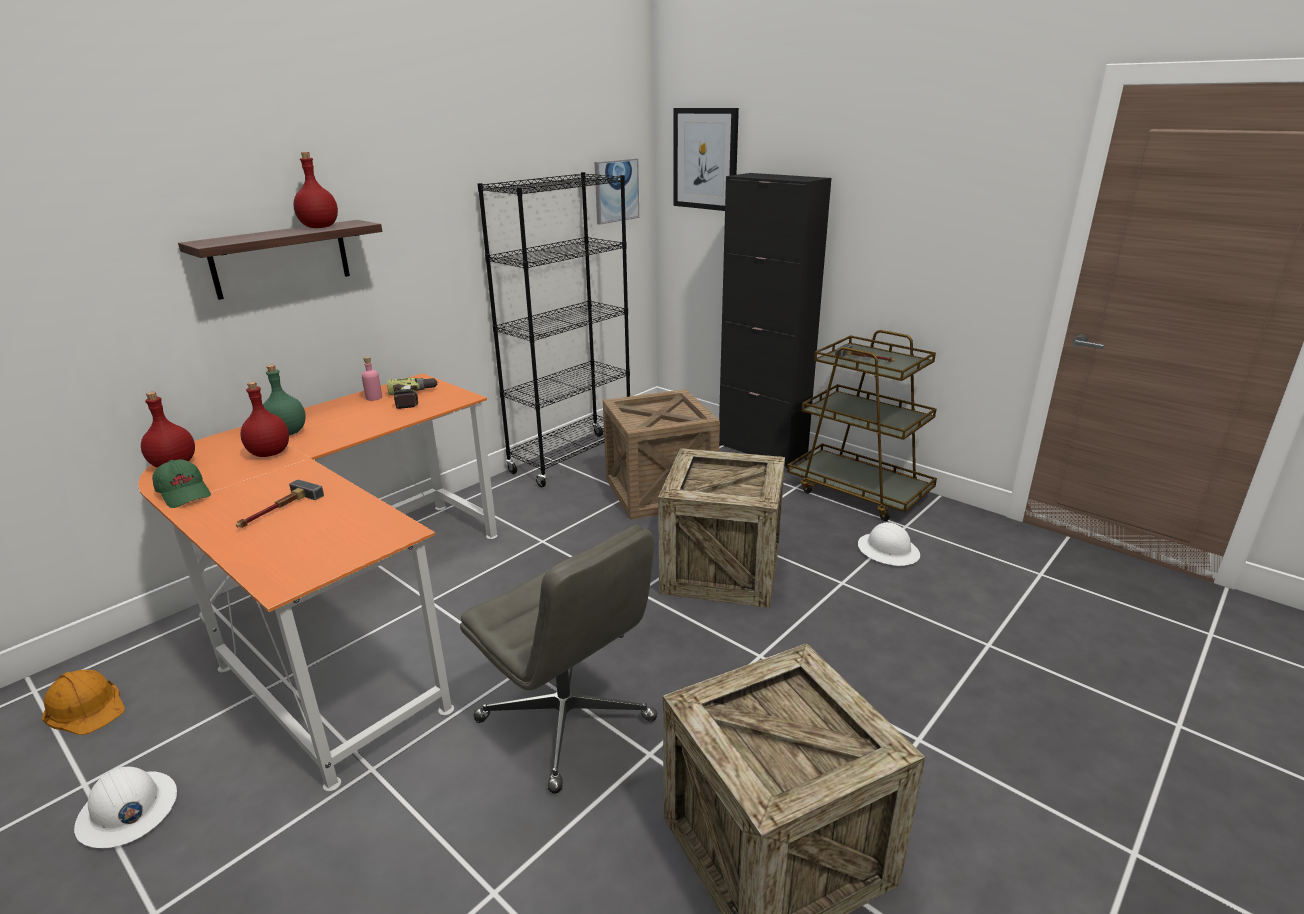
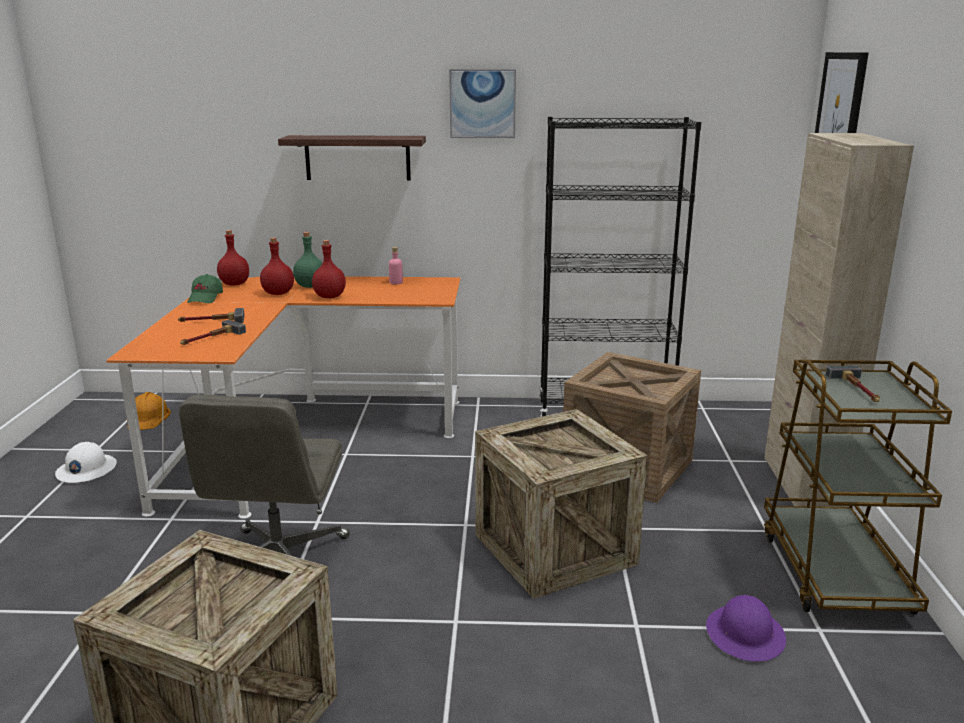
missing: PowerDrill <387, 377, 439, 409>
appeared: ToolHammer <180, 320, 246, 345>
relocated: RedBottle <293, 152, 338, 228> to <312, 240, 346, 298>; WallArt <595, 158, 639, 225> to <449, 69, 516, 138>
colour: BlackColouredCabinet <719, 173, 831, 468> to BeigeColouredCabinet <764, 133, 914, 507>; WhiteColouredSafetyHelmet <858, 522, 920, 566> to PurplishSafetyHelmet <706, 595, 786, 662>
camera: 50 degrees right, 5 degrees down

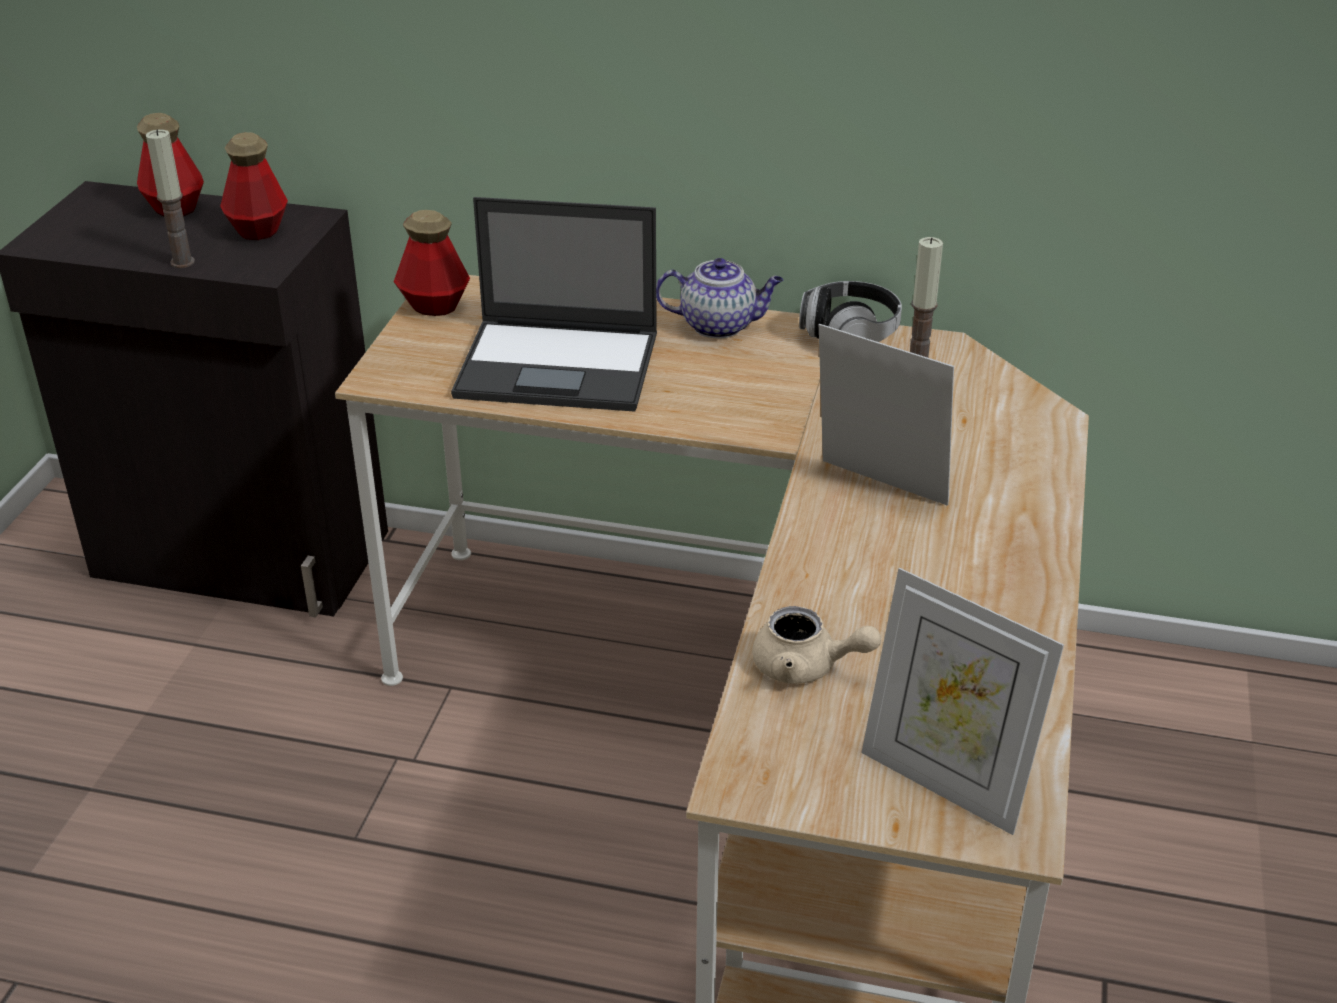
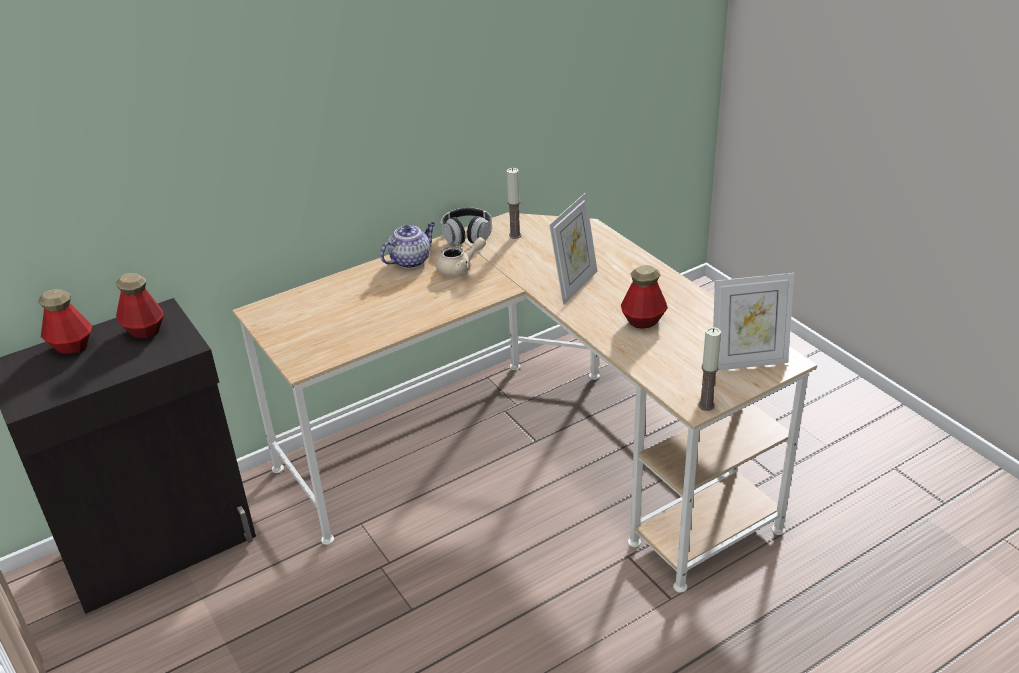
missing: NotebookComputer <451, 197, 657, 411>
relocated: WaxCandle <146, 129, 195, 268> to <698, 327, 721, 411>; Bottle <394, 210, 470, 316> to <621, 265, 668, 329>; BeigeColouredTeapot <752, 606, 881, 684> to <436, 237, 486, 276>
spun: PictureFrame <819, 324, 954, 506> = <549, 193, 597, 305> 135 degrees clockwise
camera: 45 degrees left, 0 degrees up

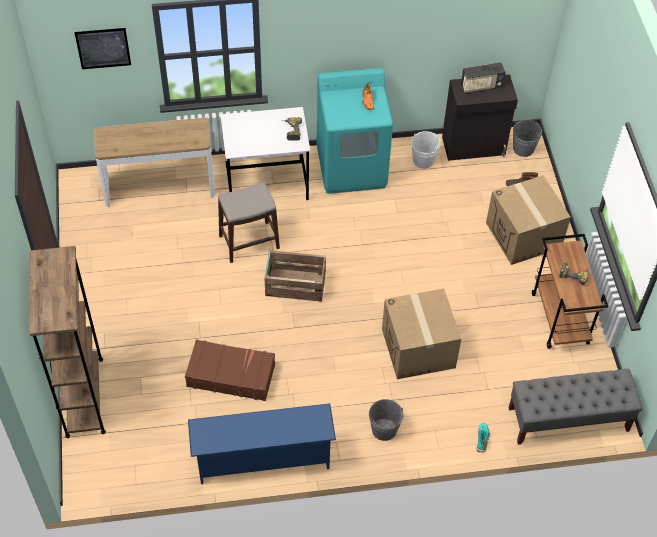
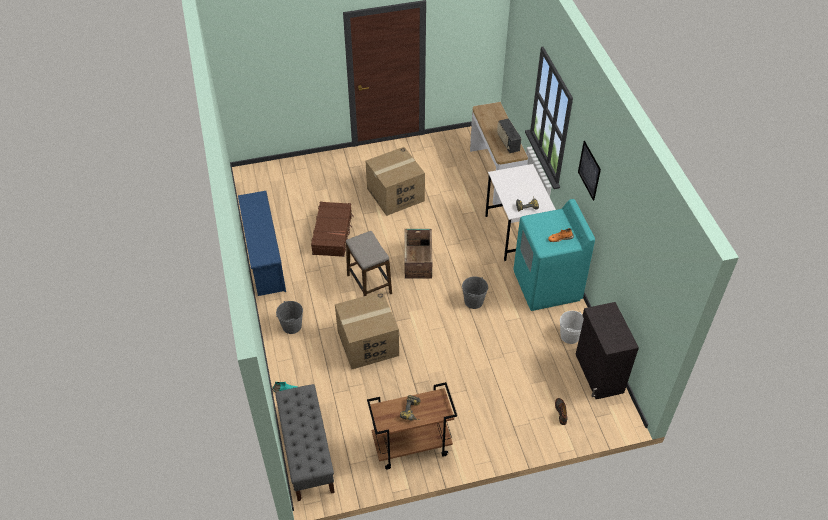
missing: BrownShelvingUnit <29, 246, 106, 438>
relocated: WallArt <75, 28, 131, 69> to <578, 141, 601, 201>; Stool <218, 182, 280, 263> to <346, 231, 392, 296>; Radio <461, 62, 506, 93> to <497, 118, 521, 153>; PackingBox <486, 175, 571, 265> to <366, 147, 425, 216>; GreyWaterBucket <513, 120, 542, 157> to <462, 276, 488, 309>
camera: 85 degrees right, 5 degrees down

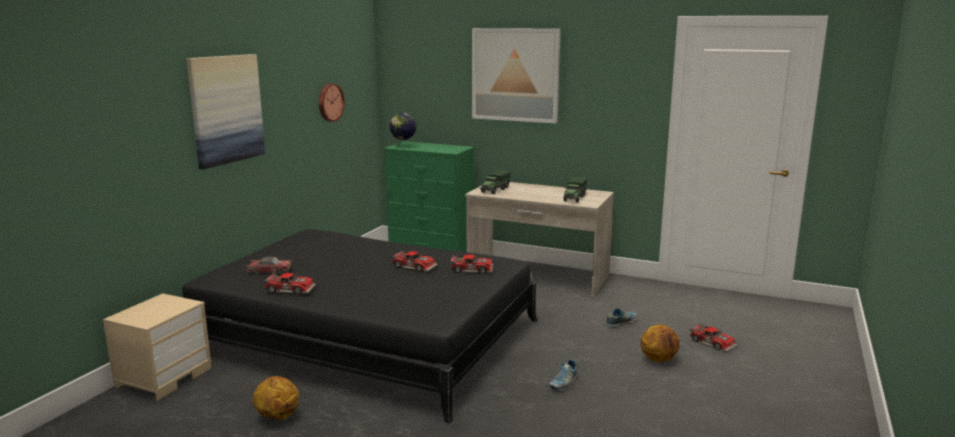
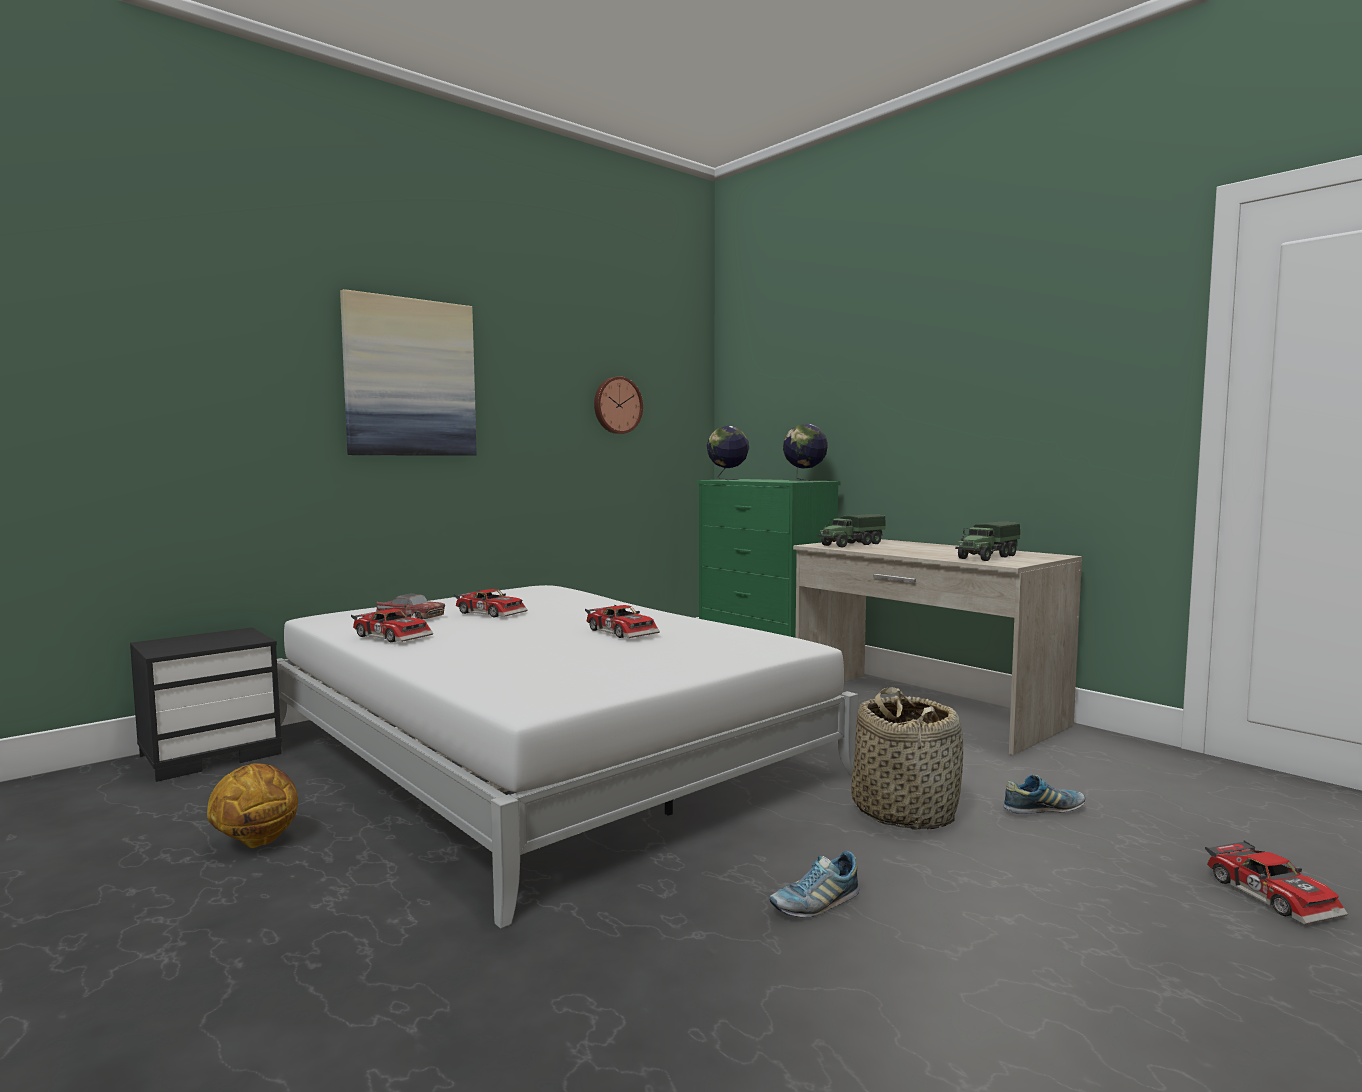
missing: WallArt <472, 28, 561, 123>; BasketballBall <641, 324, 680, 362>
appeared: WorldGlobe <783, 424, 828, 481>; StorageBasket <851, 687, 963, 830>
relocated: MiniatureCar <450, 254, 493, 274> to <454, 589, 528, 617>
colour: BeigeColouredNightTable <103, 293, 211, 401> to BlackColouredNightTable <130, 628, 282, 782>; BlackColouredBed <182, 229, 537, 424> to WhiteColouredBed <277, 585, 858, 929>
camera: 25 degrees right, 10 degrees down

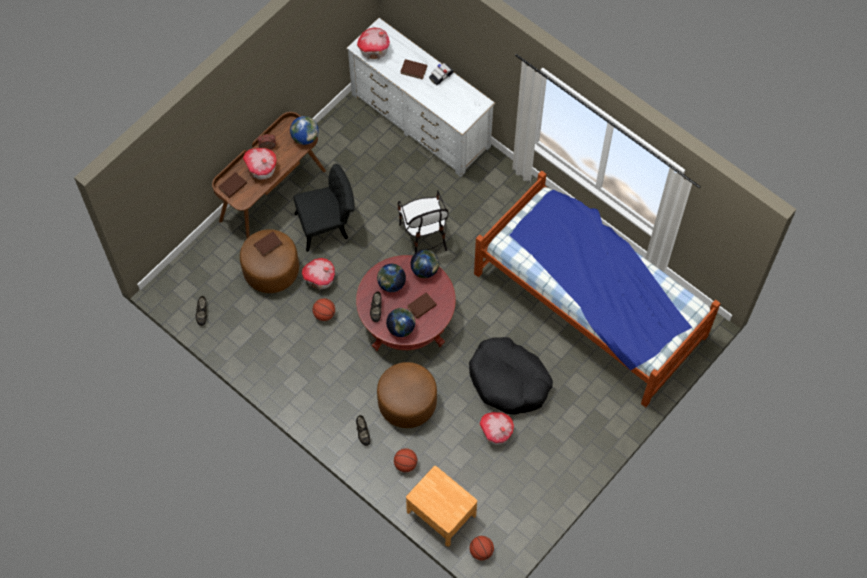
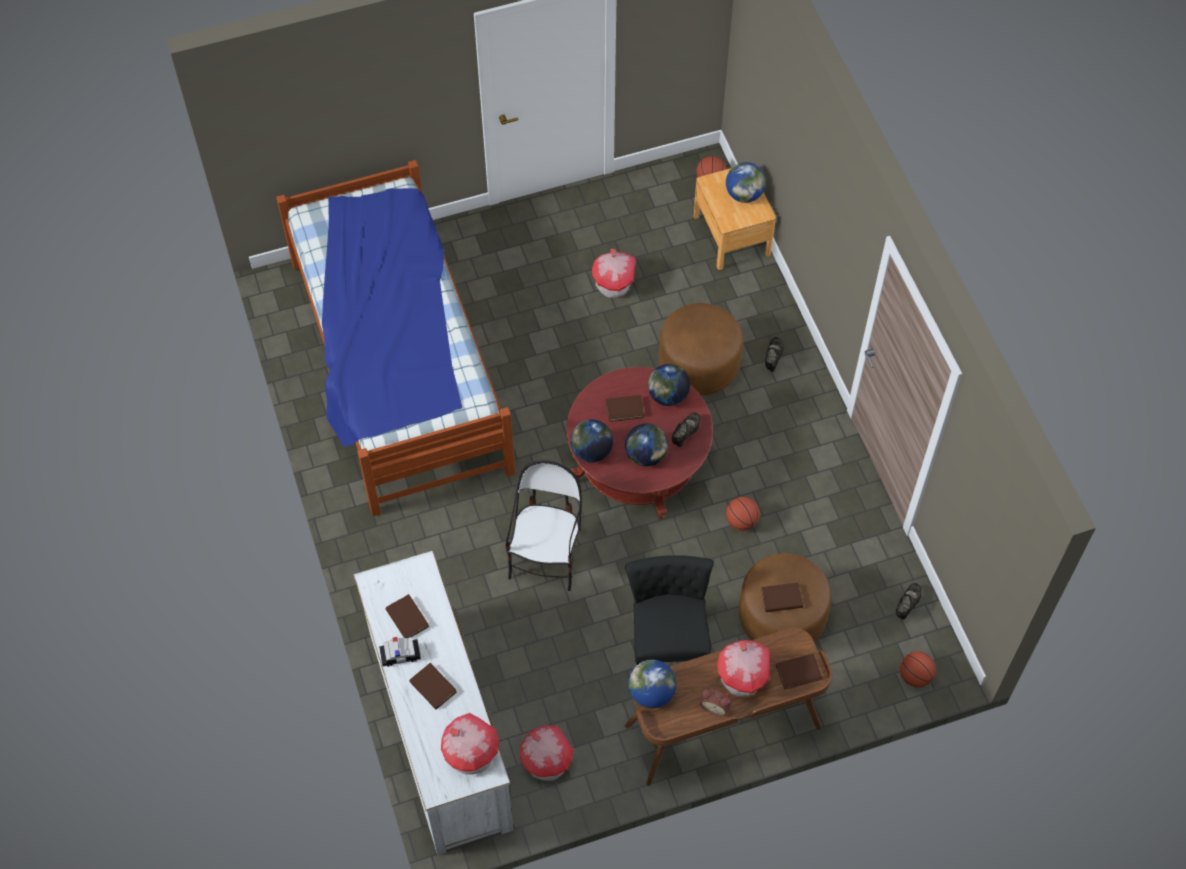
missing: BlackColouredPetBed <469, 337, 553, 415>
appeared: BrownVolume <386, 594, 429, 638>; WorldGlobe <726, 162, 766, 203>
relocated: ToyHouse <302, 258, 335, 290> to <520, 725, 574, 781>; BasketballBall <394, 448, 417, 472> to <900, 651, 936, 687>
spun: BlackColouredUprightChair <294, 164, 355, 252> = <625, 555, 714, 665> 75 degrees clockwise
camera: 150 degrees left, 5 degrees down

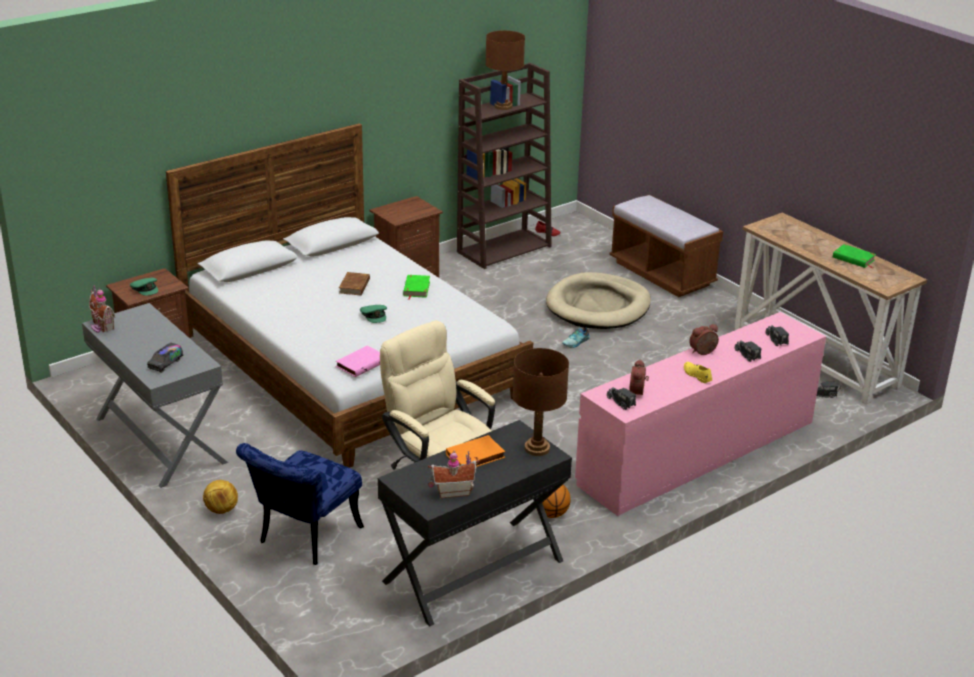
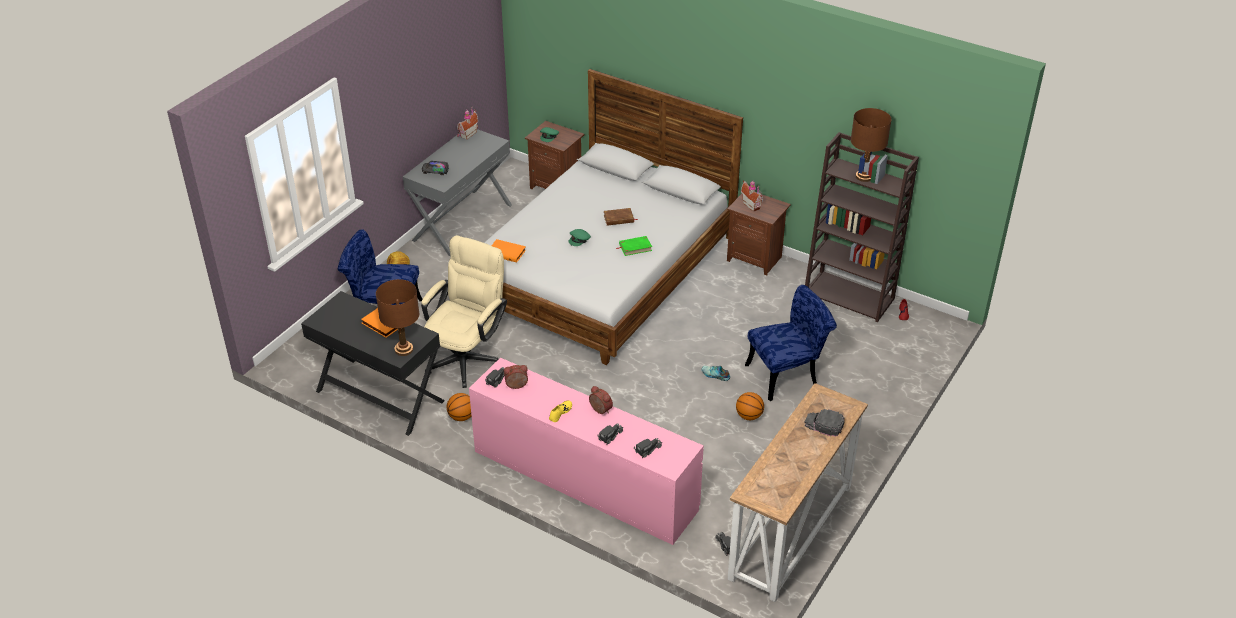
missing: BrownBench <609, 195, 723, 297>; GreenishVolume <833, 244, 876, 268>
appeared: BasketballBall <736, 392, 764, 420>; BlackColouredCap <804, 409, 844, 437>
relocated: ToyHouse <428, 450, 479, 498> to <741, 180, 763, 212>
exchanged: BeigeColouredPetBed <546, 272, 651, 329> to BluishUprightChair <745, 285, 837, 401>
colour: PinkVolume <336, 345, 380, 377> to OrangeColouredVolume <492, 239, 526, 262>
camera: 70 degrees right, 10 degrees up

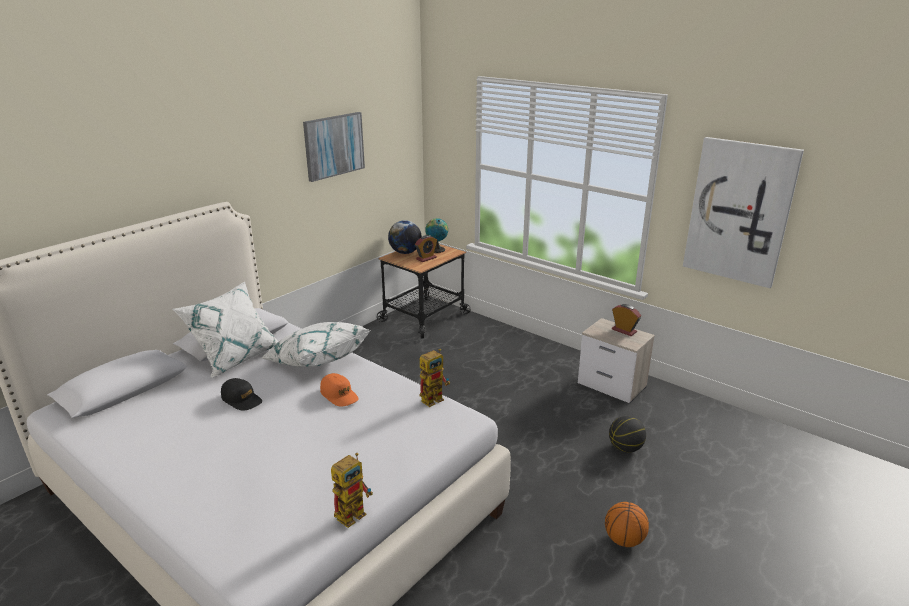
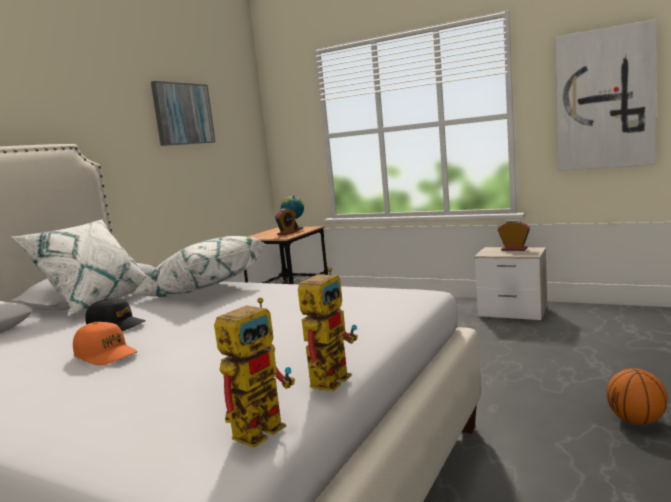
missing: WorldGlobe <388, 220, 422, 254>; BasketballBall <609, 416, 646, 453>
relocated: OrangeColouredCap <320, 373, 359, 406> to <73, 322, 138, 365>; RobotFigure <420, 349, 450, 407> to <214, 297, 295, 447>
camera: 10 degrees left, 15 degrees down

